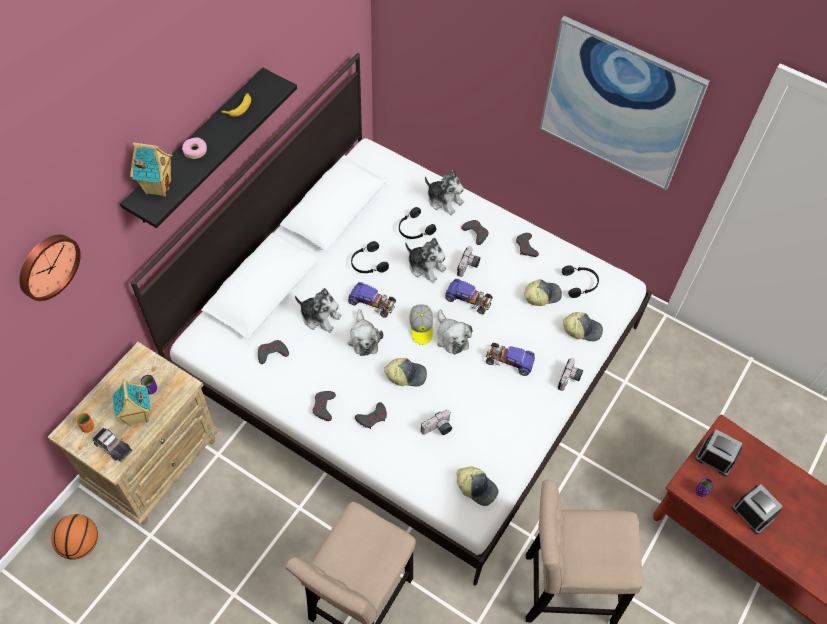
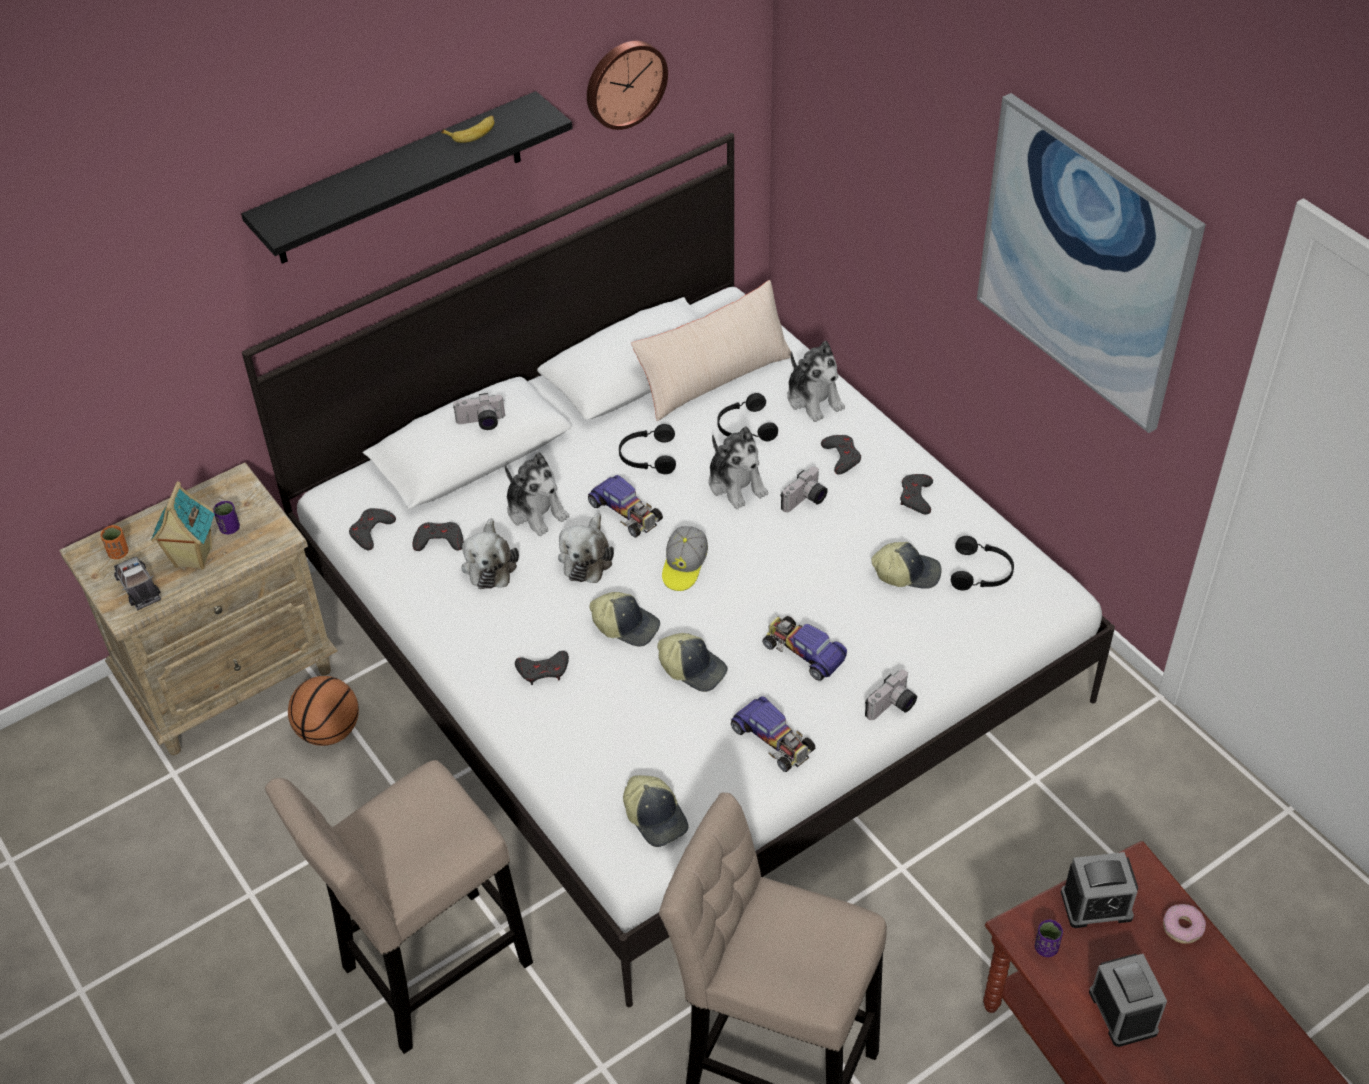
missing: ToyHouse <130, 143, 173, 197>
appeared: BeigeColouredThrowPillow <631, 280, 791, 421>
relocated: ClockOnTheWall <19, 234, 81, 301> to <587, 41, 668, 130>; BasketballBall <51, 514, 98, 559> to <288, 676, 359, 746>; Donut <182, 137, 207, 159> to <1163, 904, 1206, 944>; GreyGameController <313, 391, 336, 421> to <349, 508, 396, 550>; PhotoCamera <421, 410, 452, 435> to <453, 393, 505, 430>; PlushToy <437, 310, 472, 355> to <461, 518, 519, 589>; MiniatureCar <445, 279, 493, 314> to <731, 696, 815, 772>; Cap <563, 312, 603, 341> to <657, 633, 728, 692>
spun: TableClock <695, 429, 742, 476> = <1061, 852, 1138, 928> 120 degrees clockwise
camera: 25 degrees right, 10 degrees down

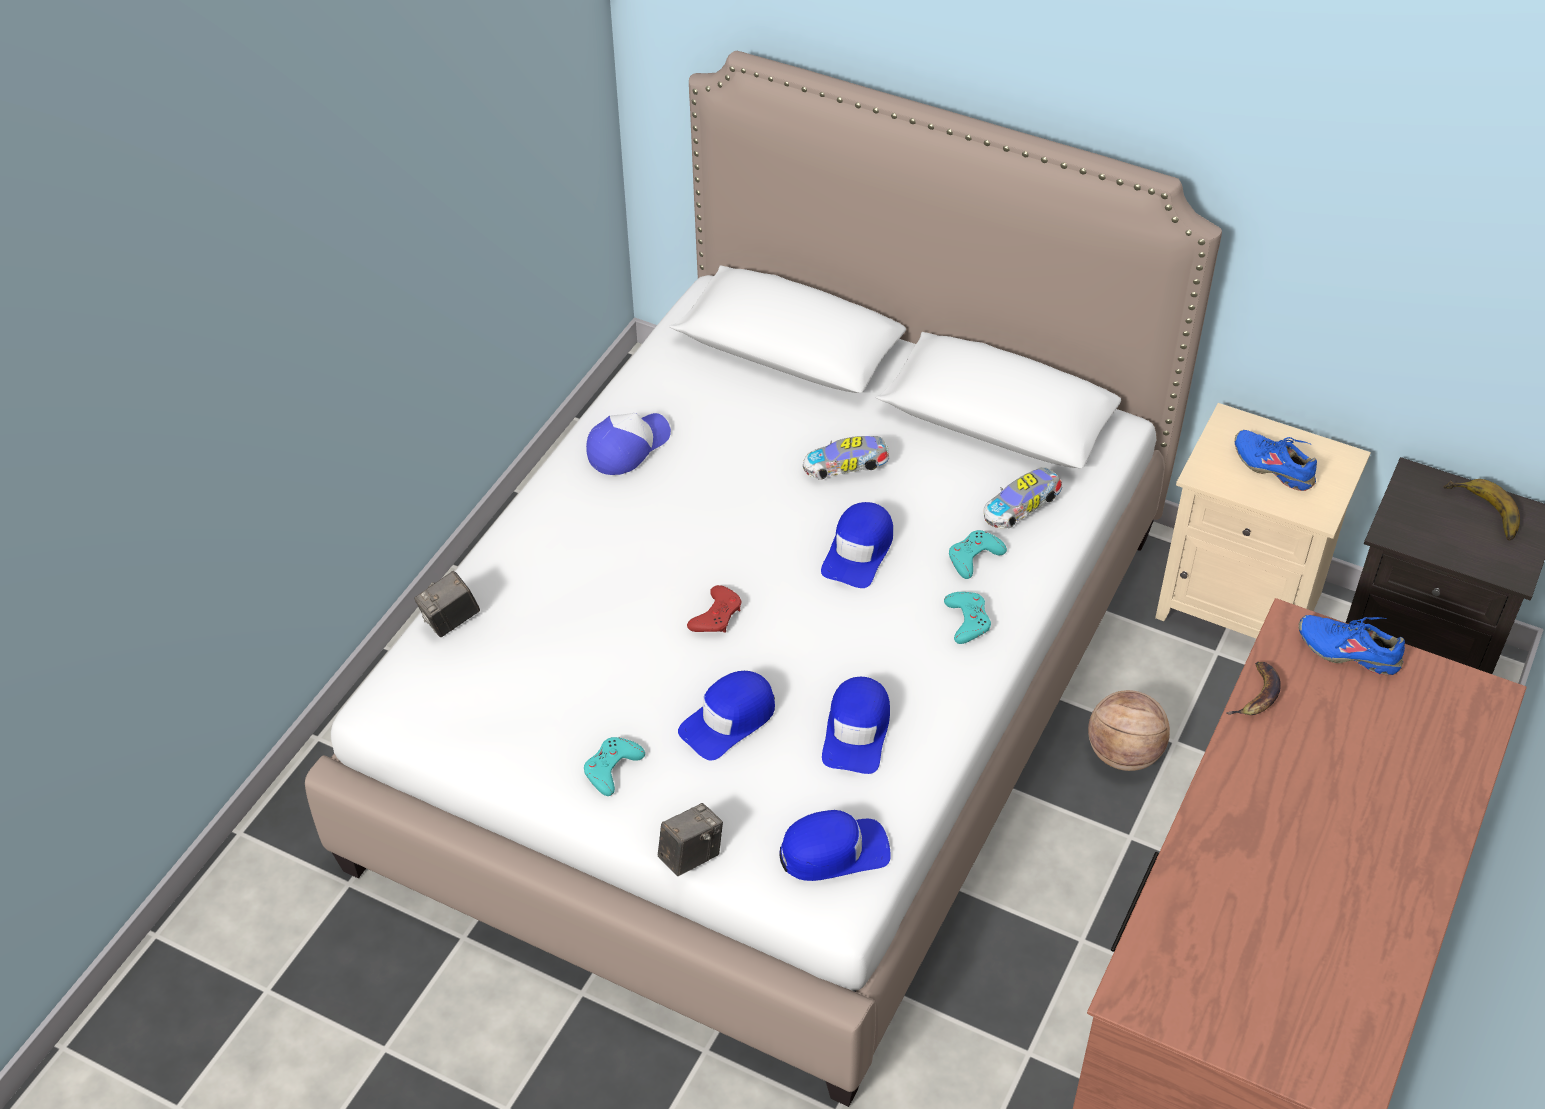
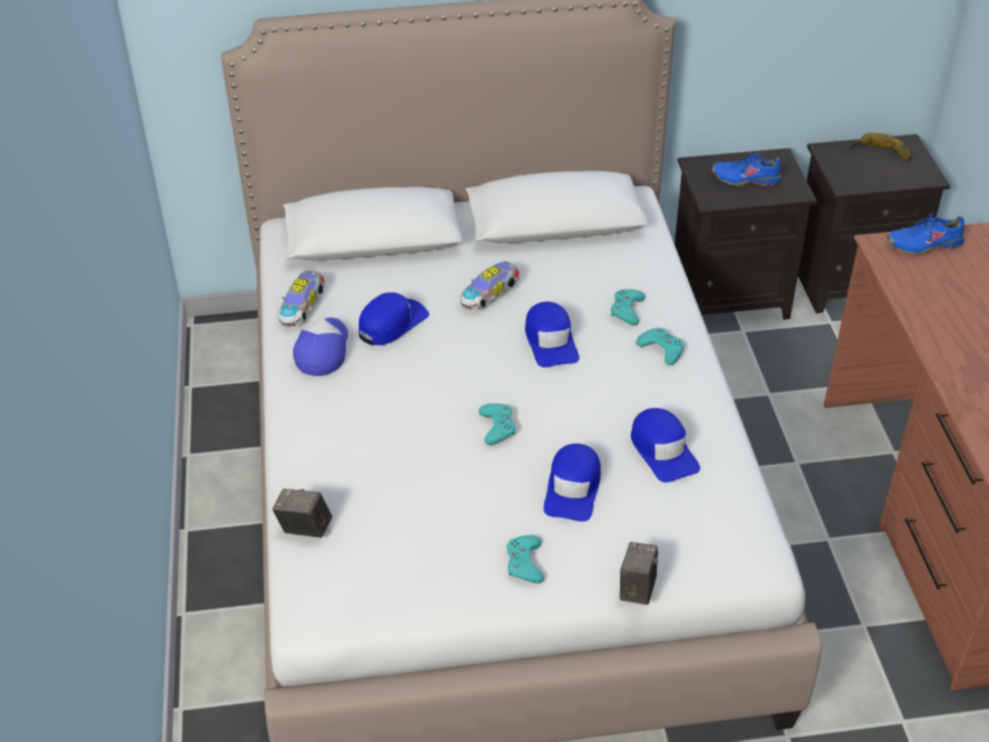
missing: BasketballBall <1088, 690, 1170, 771>; BananaFruit <1226, 661, 1281, 715>
relocated: BluishCap <780, 810, 891, 881> to <359, 292, 429, 345>; MiniatureCar <984, 467, 1062, 528> to <277, 271, 325, 327>
colour: RedGameController <687, 585, 741, 633> to BlueGreenGameController <479, 403, 516, 445>; BeigeColouredNightTable <1155, 403, 1371, 639> to BlackColouredNightTable <675, 148, 817, 320>
spun: PhotoCamera <414, 571, 480, 637> = <272, 489, 332, 538> 90 degrees clockwise
camera: 35 degrees left, 5 degrees down

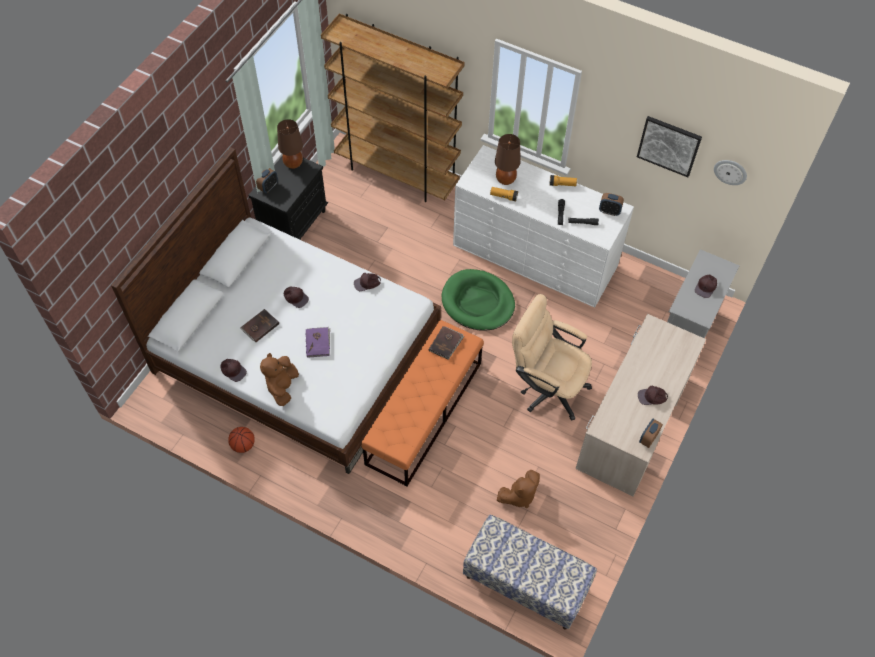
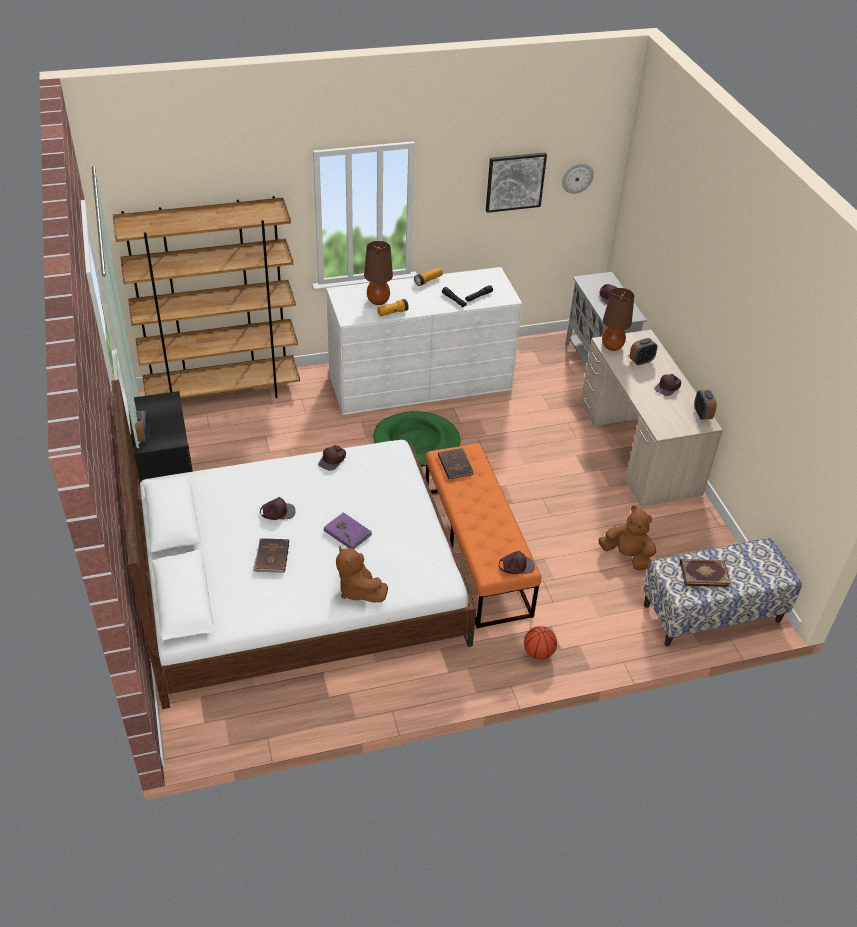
missing: BeigeColouredOfficeChair <512, 294, 592, 421>
appeared: Volume <680, 559, 731, 587>
relocated: BrownCap <220, 359, 247, 382> to <499, 551, 535, 574>; BasketballBall <228, 427, 255, 453> to <524, 626, 557, 660>; BrownTableLamp <277, 119, 303, 169> to <602, 288, 634, 351>; TableClock <599, 193, 624, 216> to <630, 338, 657, 366>
spun: BrownPlushToy <497, 470, 540, 508> = <598, 506, 656, 570> 75 degrees counterclockwise
camera: 45 degrees left, 15 degrees down

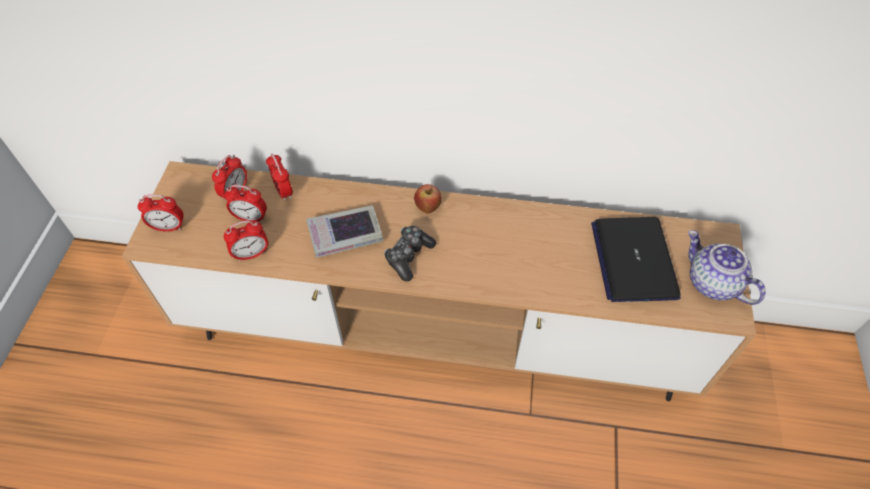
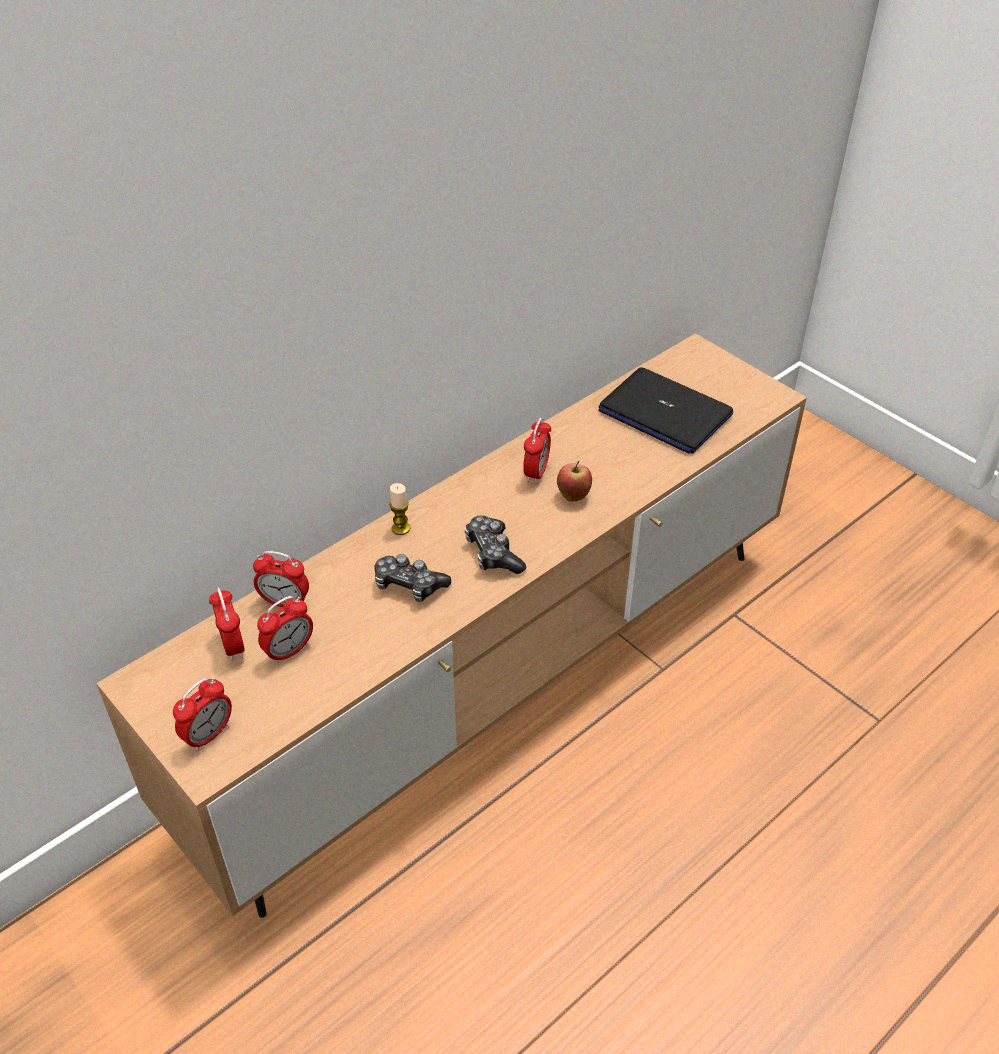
missing: Teapot <688, 230, 766, 305>
appeared: WaxCandle <389, 483, 410, 535>
relocated: TableClock <224, 220, 268, 262> to <523, 418, 551, 484>; WholeApple <414, 184, 442, 214> to <557, 461, 592, 502>
exchanged: Volume <306, 205, 383, 258> to GameController <374, 554, 451, 602>
camera: 50 degrees left, 10 degrees down

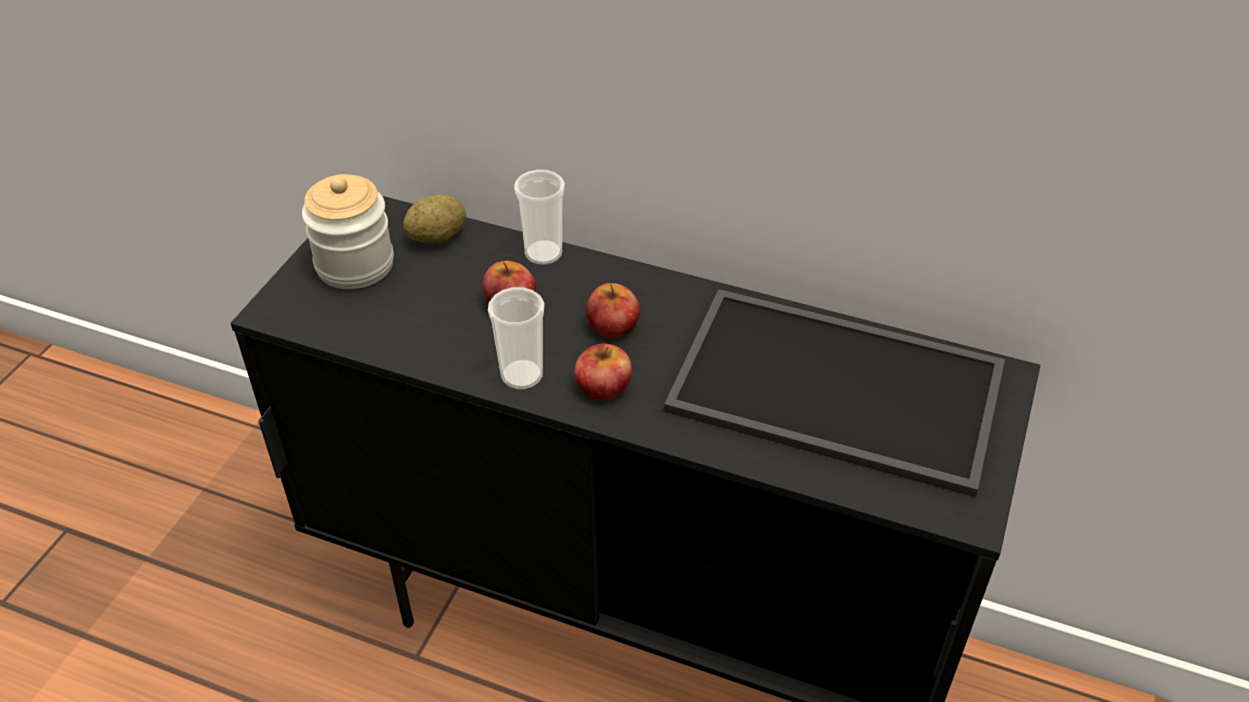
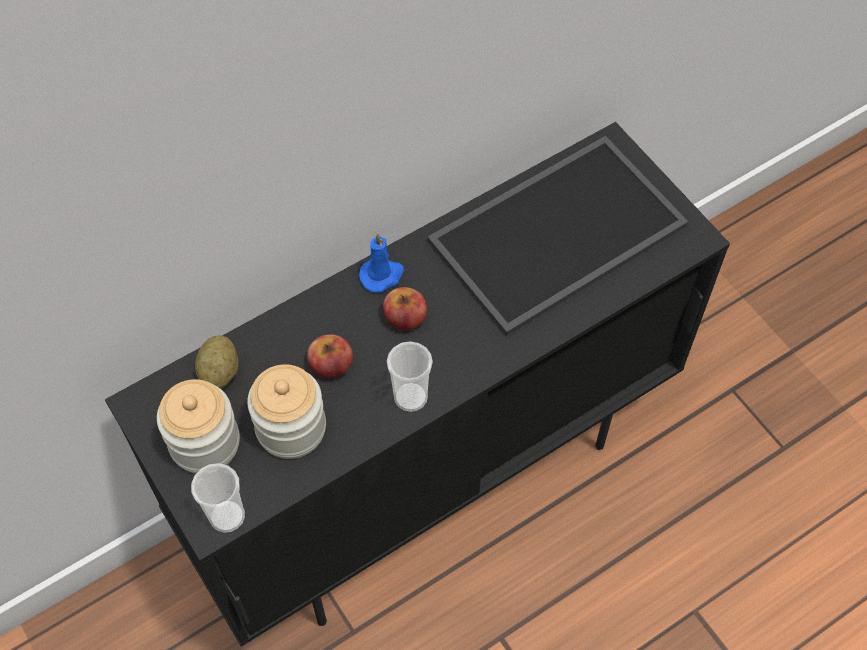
missing: WholeApple <574, 344, 632, 400>
appeared: Jar <247, 364, 326, 459>; BluishWaxCandle <359, 233, 404, 293>
relocated: DrinkingCup <514, 170, 565, 265> to <191, 463, 245, 533>
camera: 55 degrees left, 15 degrees up

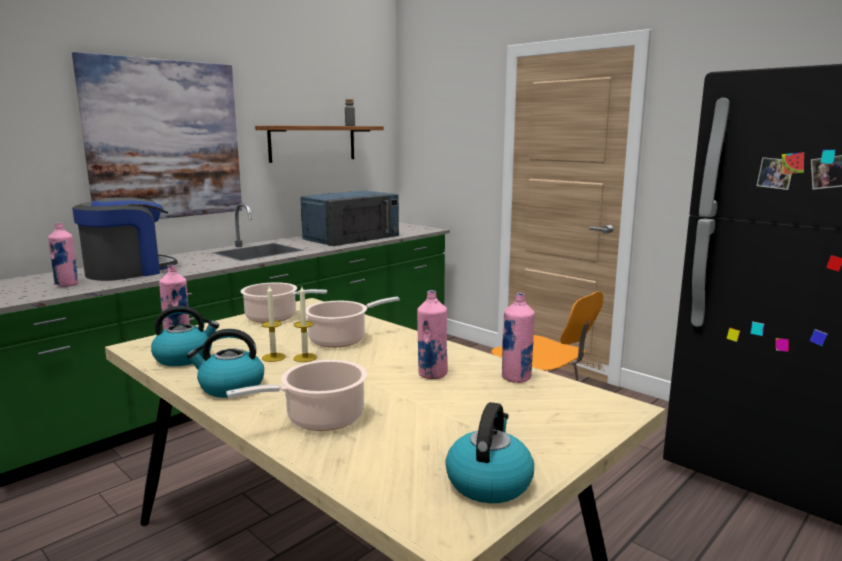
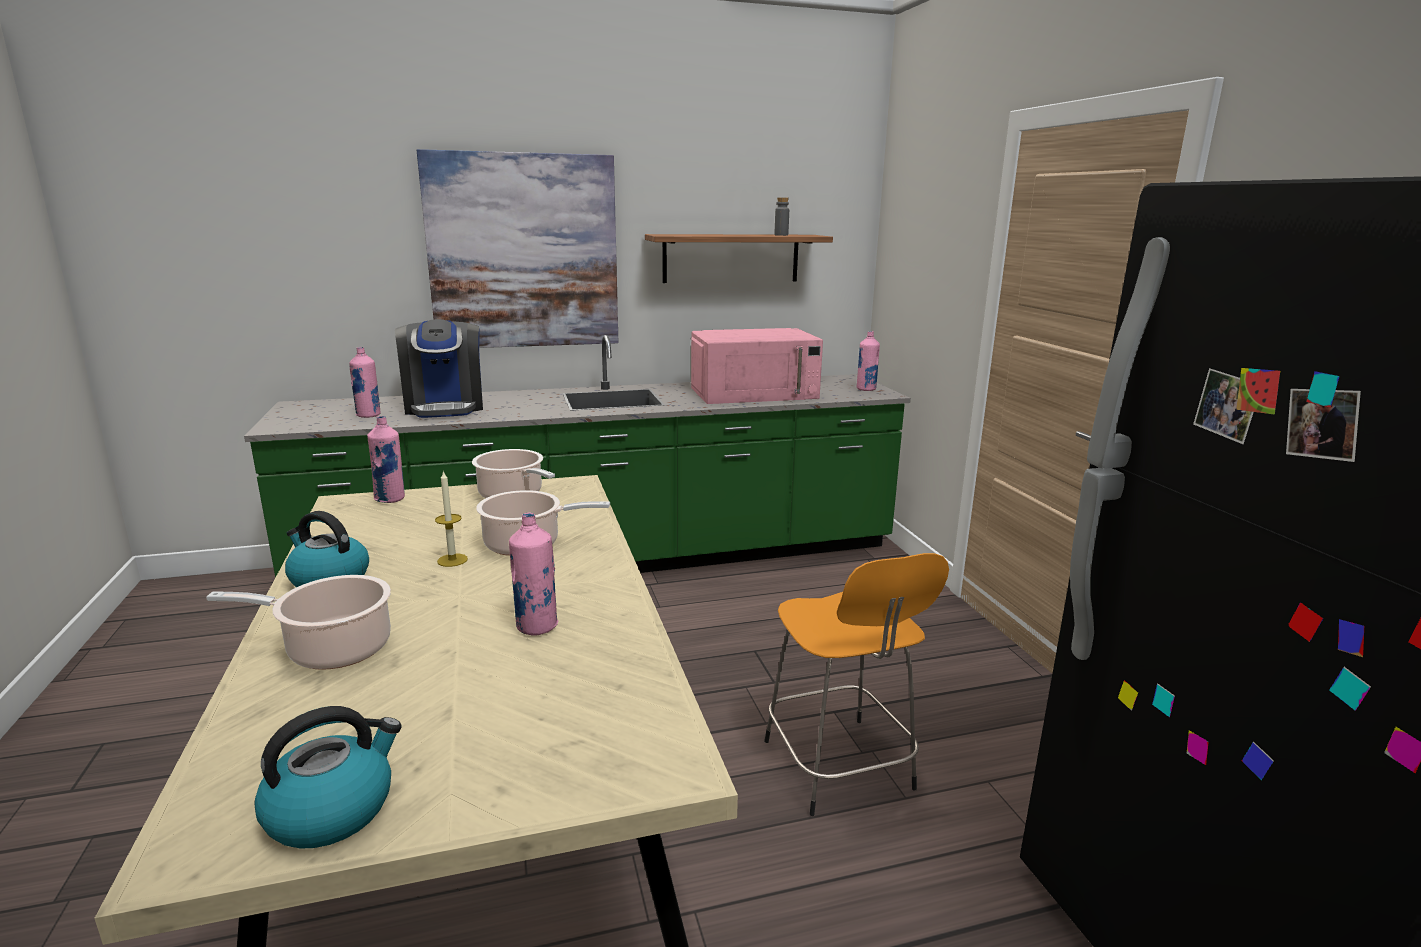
missing: TeaKettle <151, 306, 219, 366>; WaxCandle <262, 286, 285, 362>
relocated: PinkBottle <501, 293, 535, 383> to <857, 331, 880, 391>
colour: BluishMicrowaveOven <300, 190, 399, 246> to PinkMicrowaveOven <691, 328, 823, 404>
spun: CoffeeMachine <72, 197, 178, 281> = <395, 319, 483, 418> 90 degrees clockwise
camera: 30 degrees right, 5 degrees up

